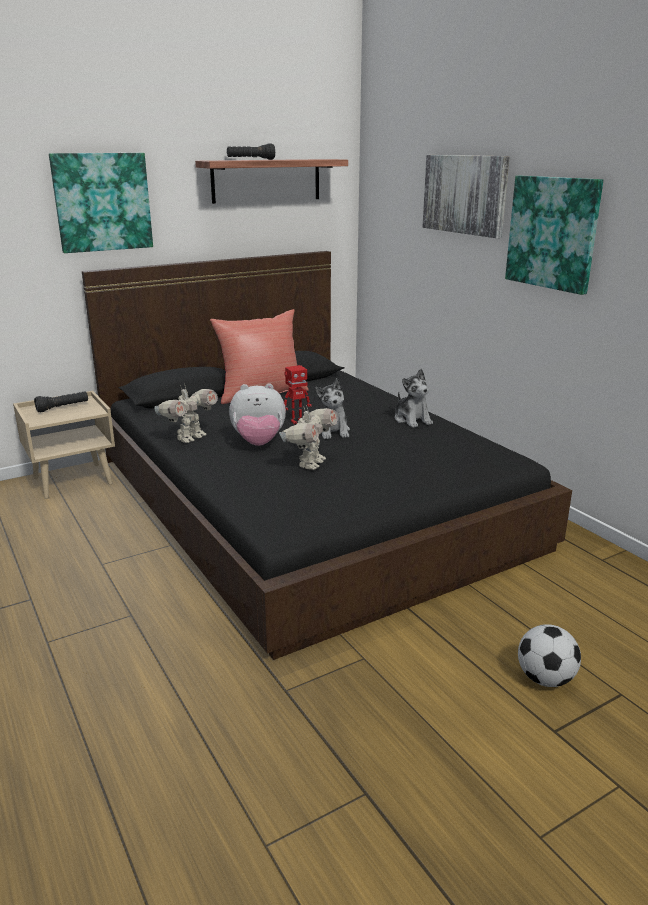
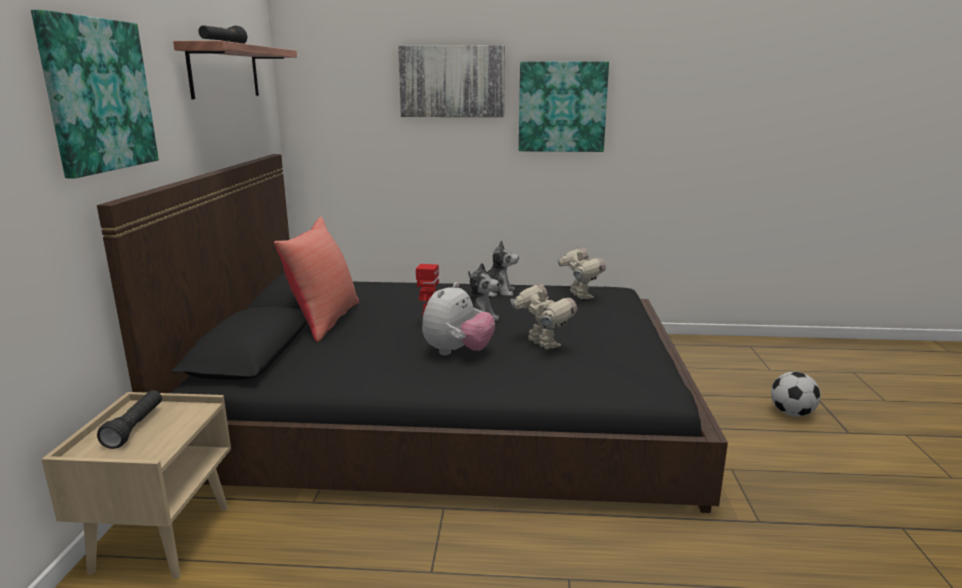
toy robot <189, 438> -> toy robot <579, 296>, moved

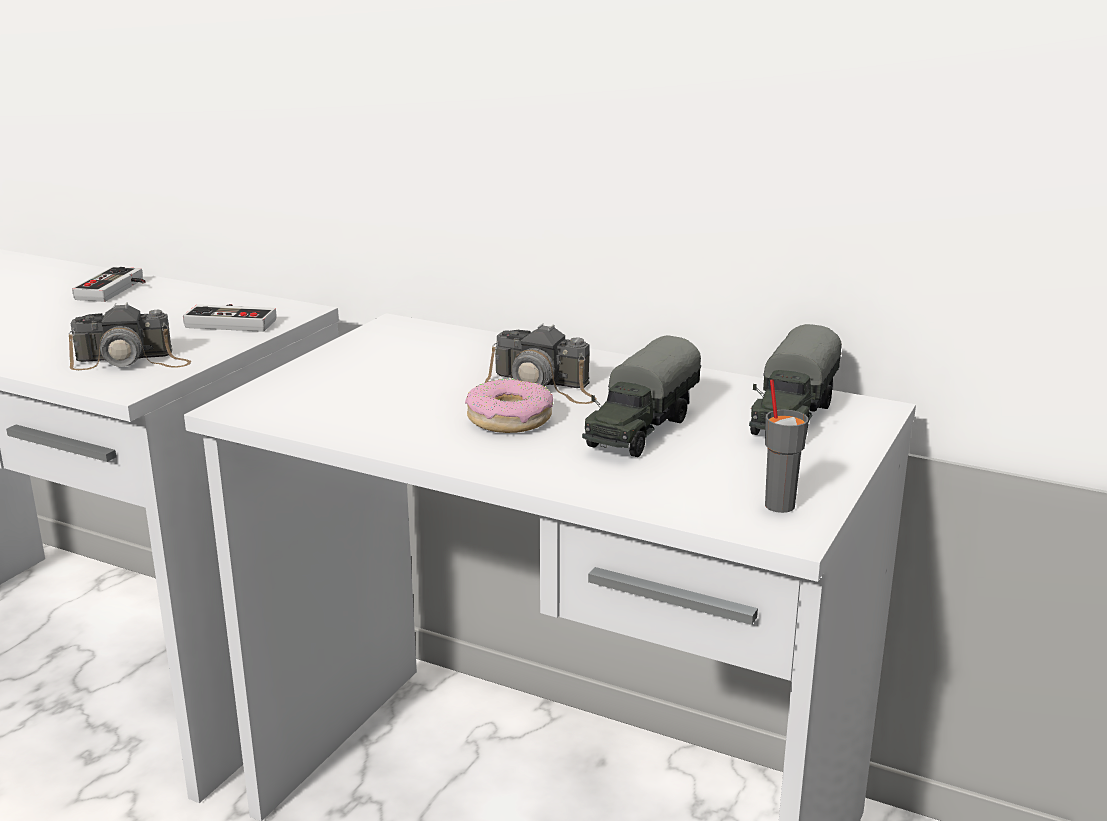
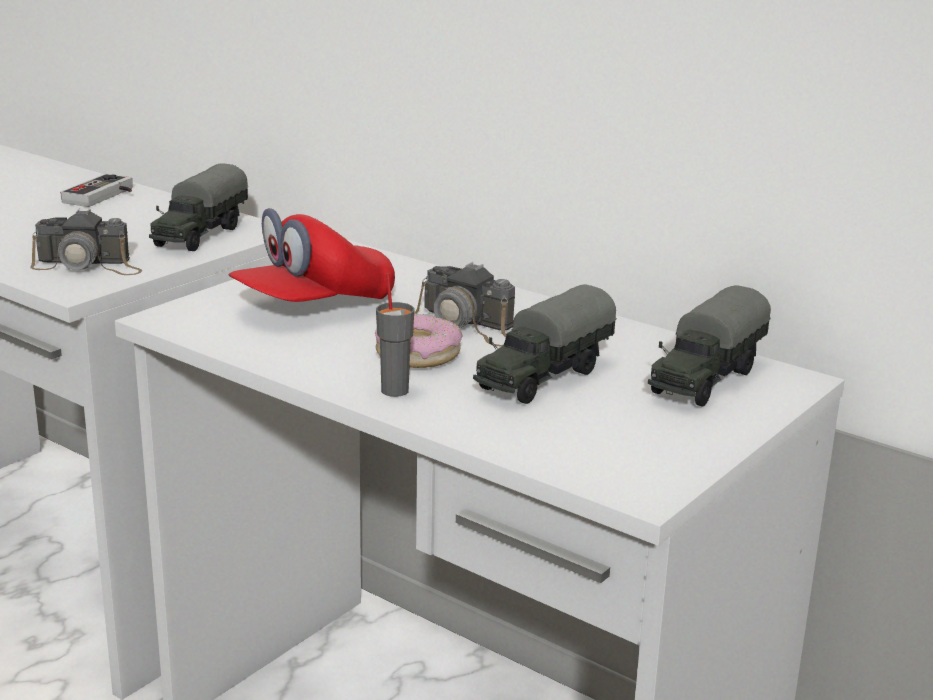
none -> red cap <314, 305>
grey cup <779, 505> -> grey cup <395, 390>, moved
game controller <234, 321> -> toy truck <199, 235>

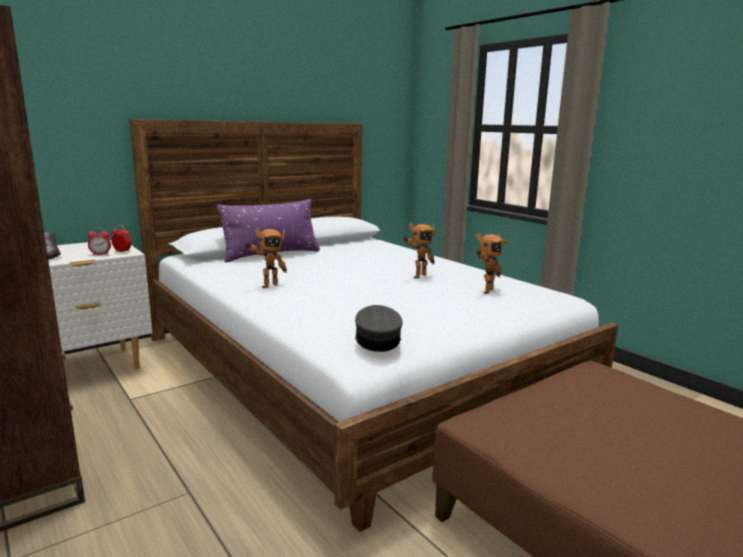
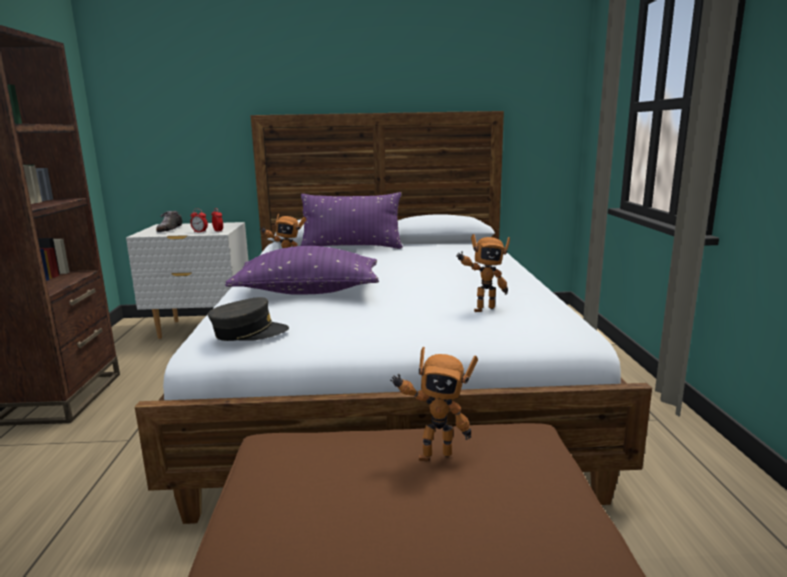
none -> purple pillow <308, 292>
toy robot <418, 276> -> toy robot <433, 454>, moved
grey cap <377, 340> -> grey cap <249, 333>, 45 degrees clockwise

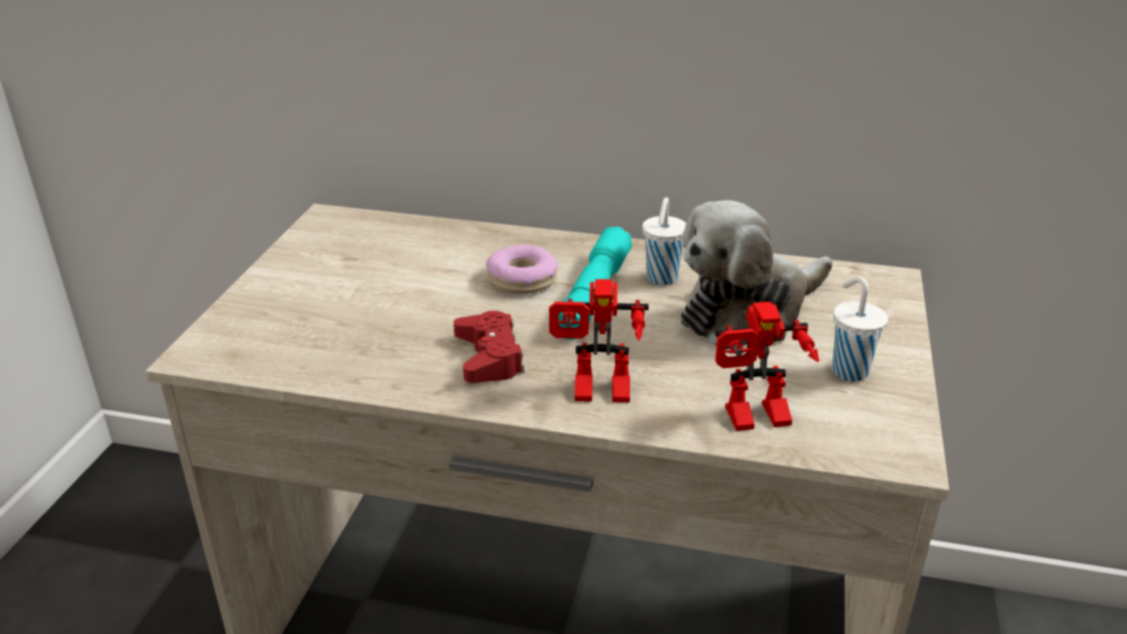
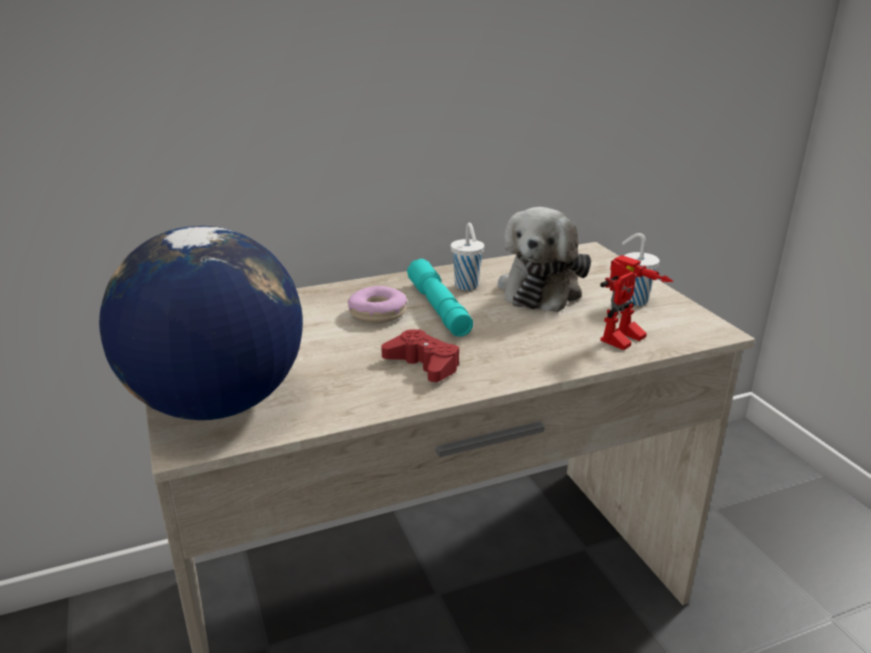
toy robot <597, 395> -> none
none -> globe <216, 404>

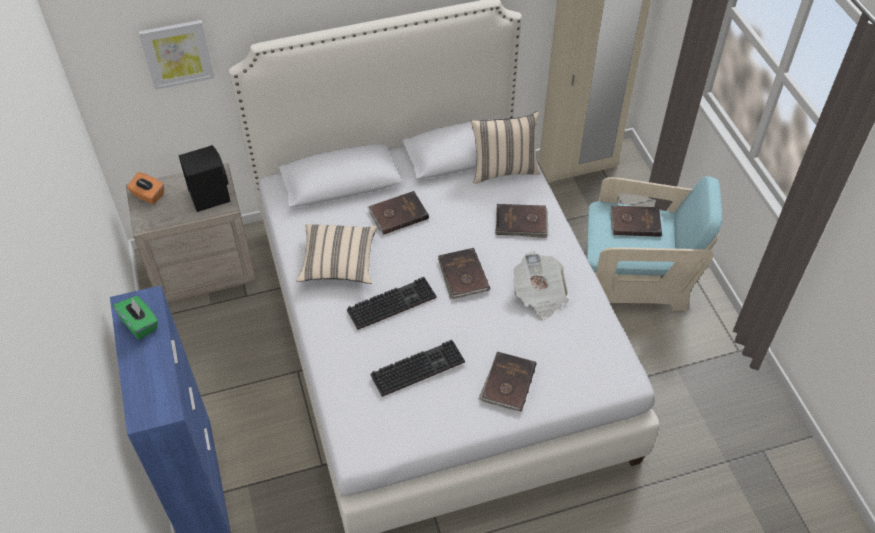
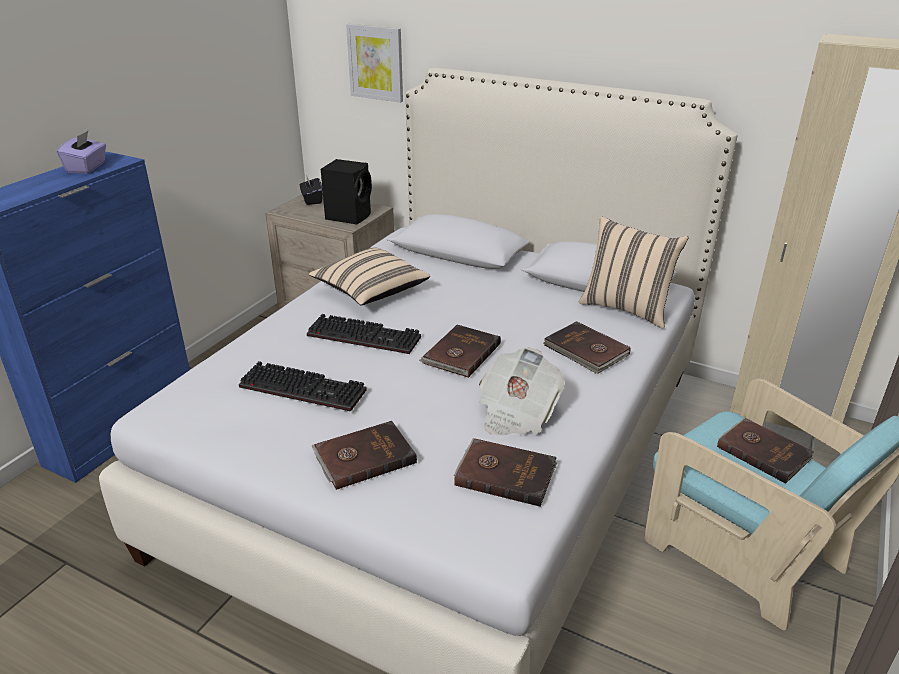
brown book <398, 214> -> brown book <505, 474>, moved
green tissue box <140, 324> -> purple tissue box <87, 168>
orange tissue box <148, 195> -> black tissue box <312, 200>

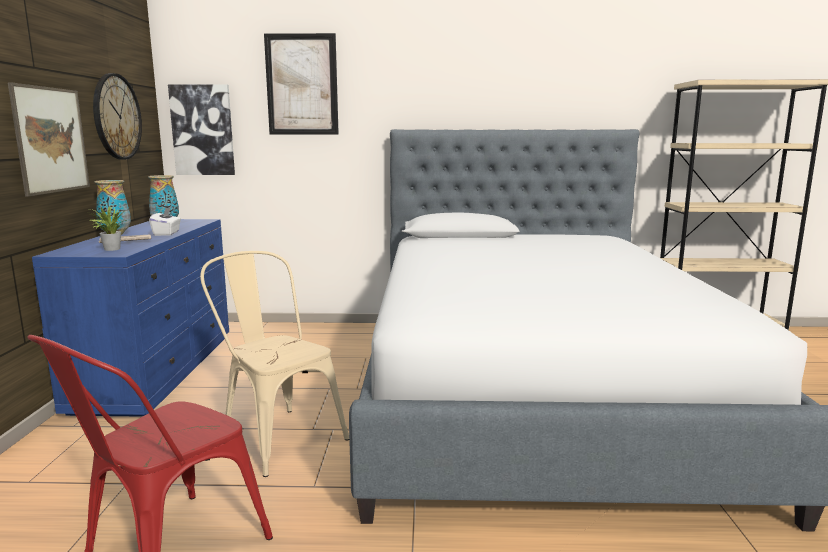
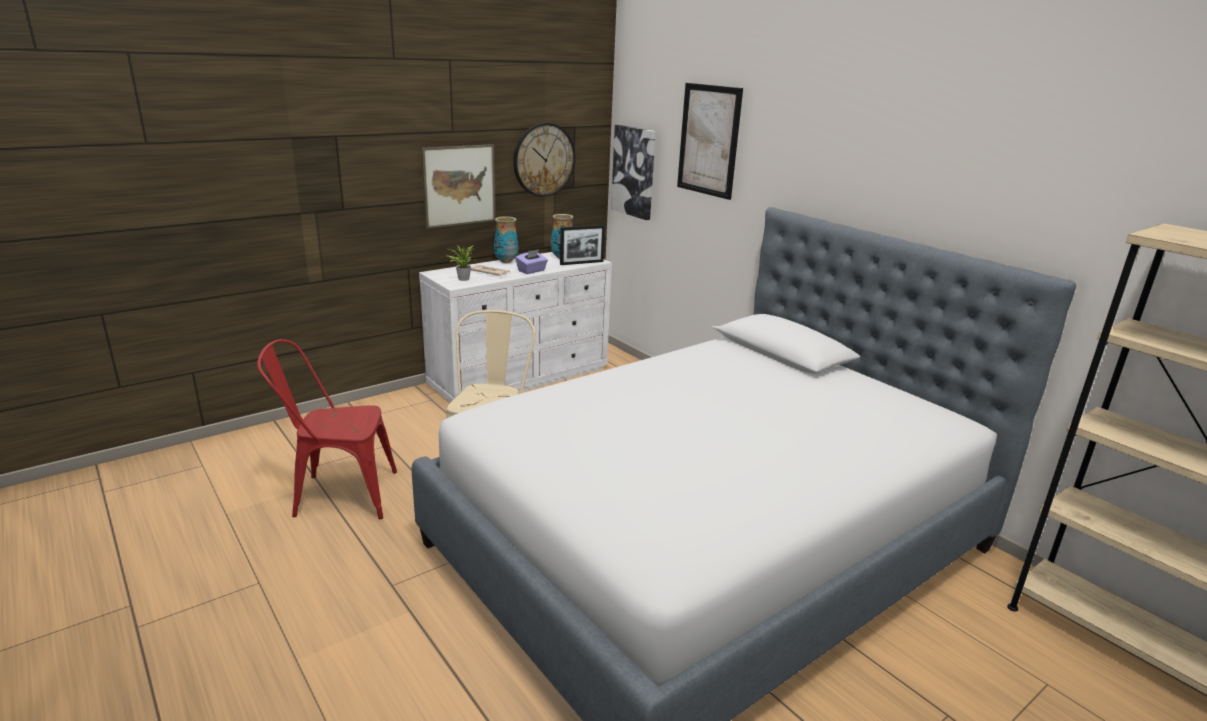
none -> picture frame <581, 263>
blue dresser <159, 370> -> white dresser <521, 376>
white tissue box <167, 233> -> purple tissue box <531, 271>

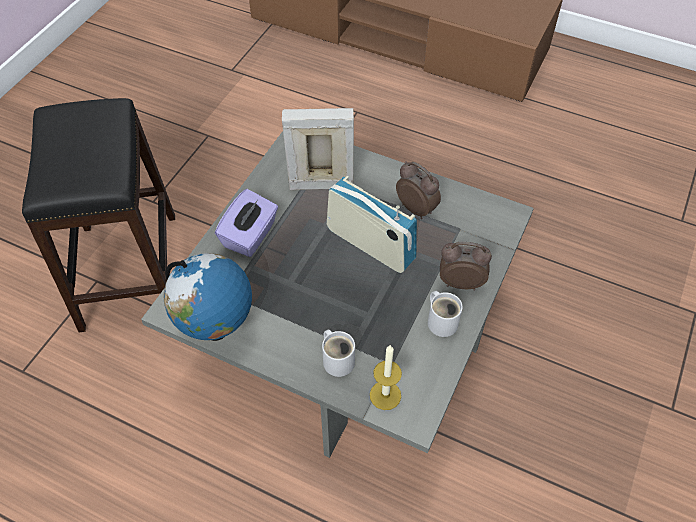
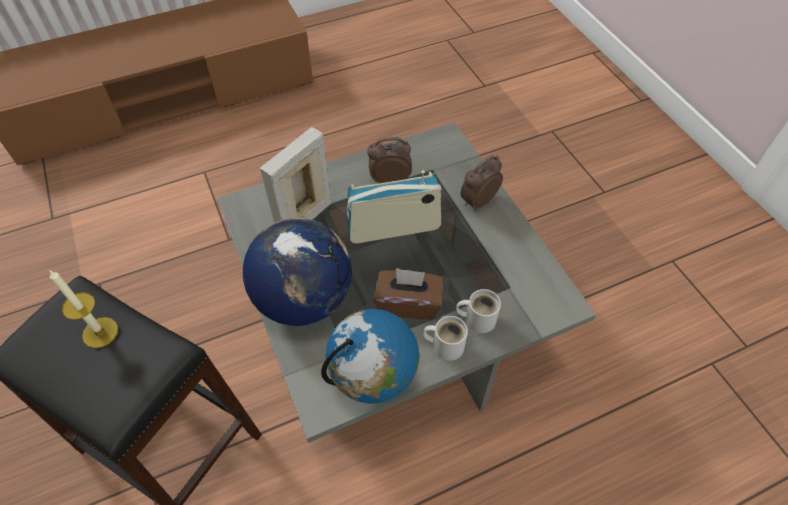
none -> brown tissue box <408, 303>
candle <385, 395> -> candle <100, 332>, moved
white mug <442, 320> -> white mug <445, 344>, moved
purple tissue box <250, 236> -> globe <304, 299>

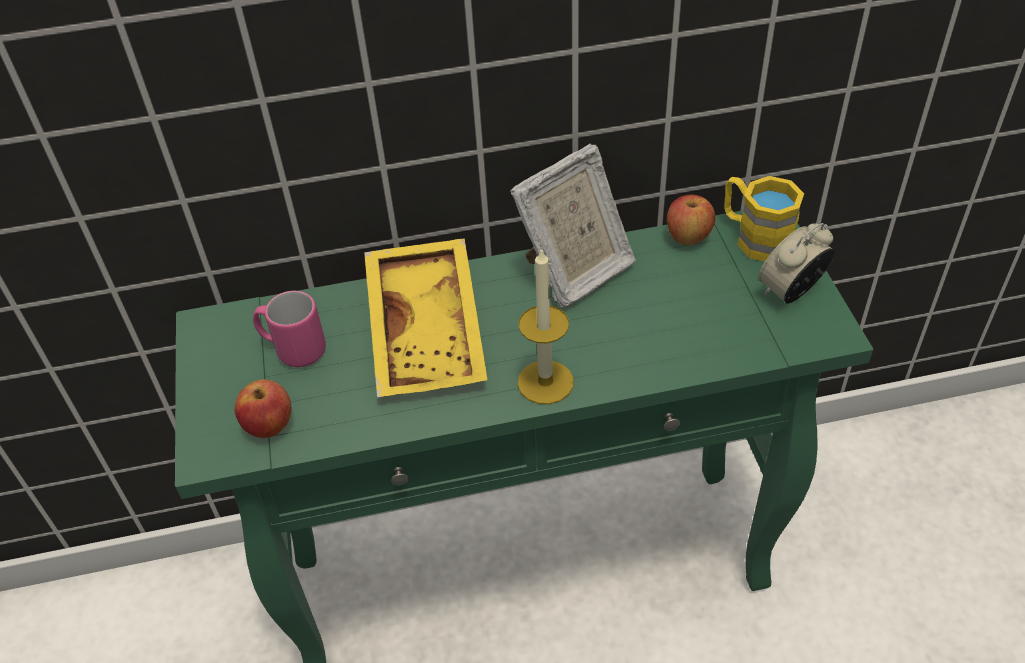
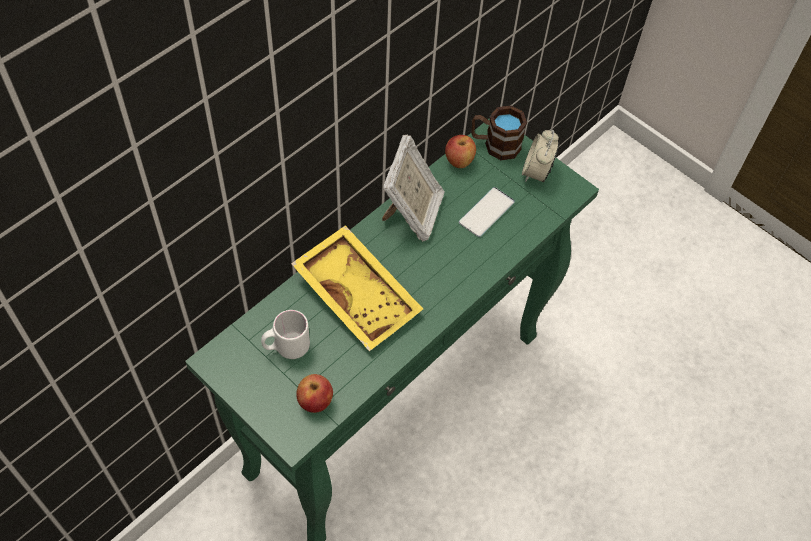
candle <545, 382> -> none
none -> phone <486, 212>
pink mug <293, 349> -> white mug <286, 347>
yellow mug <755, 237> -> brown mug <495, 144>

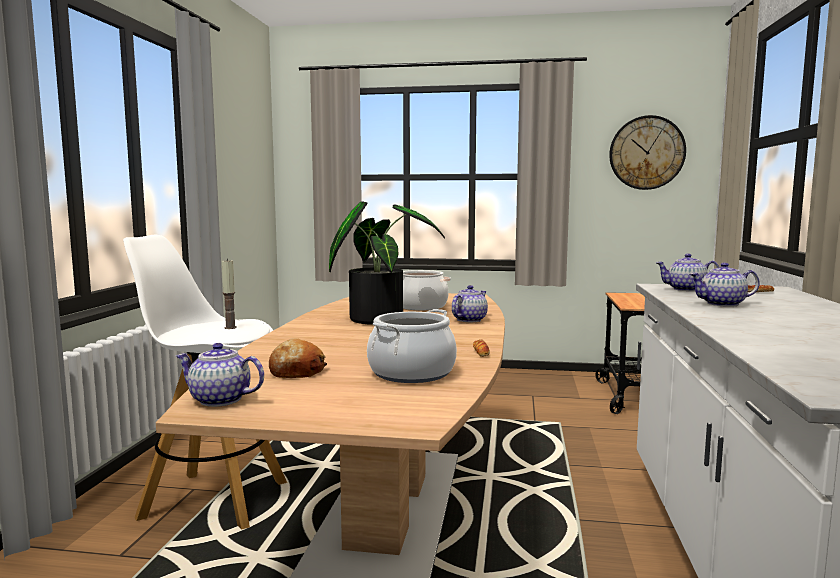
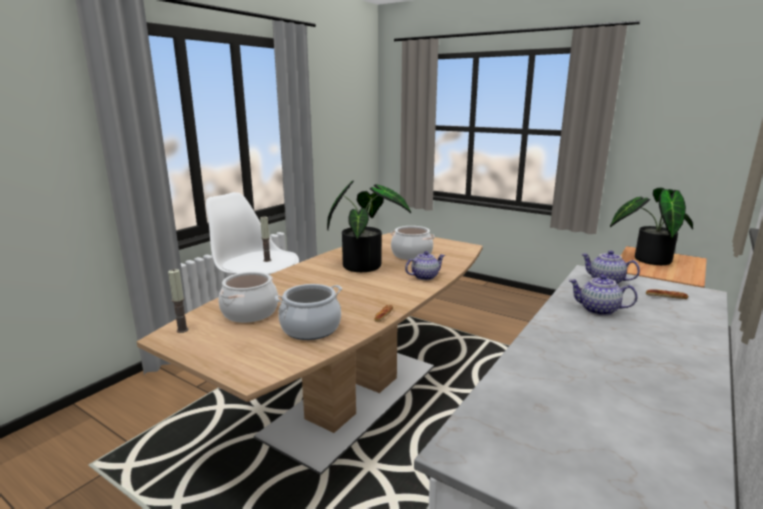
wall clock <646, 153> -> none
none -> potted plant <648, 259>
teapot <219, 400> -> candle <182, 330>
bread <297, 371> -> cooking pot <250, 312>

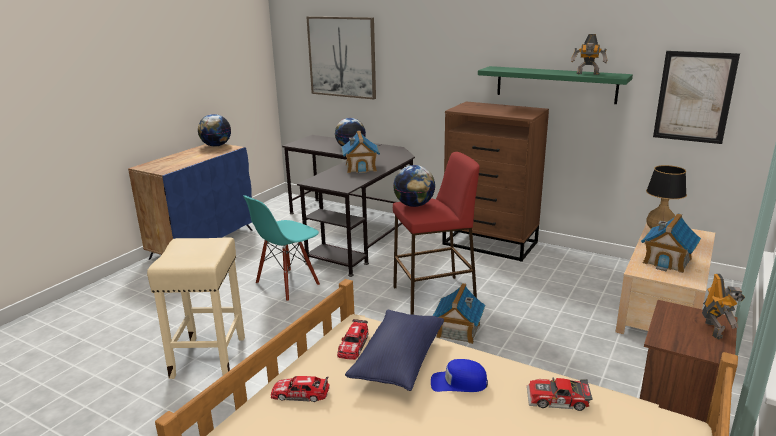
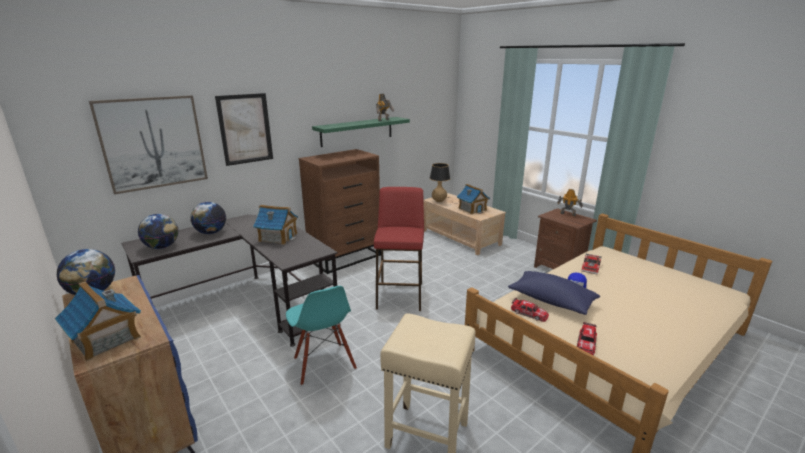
globe <414, 205> -> globe <162, 247>, moved
toy house <458, 331> -> toy house <106, 339>, moved
picture <694, 97> -> picture <245, 129>, moved

